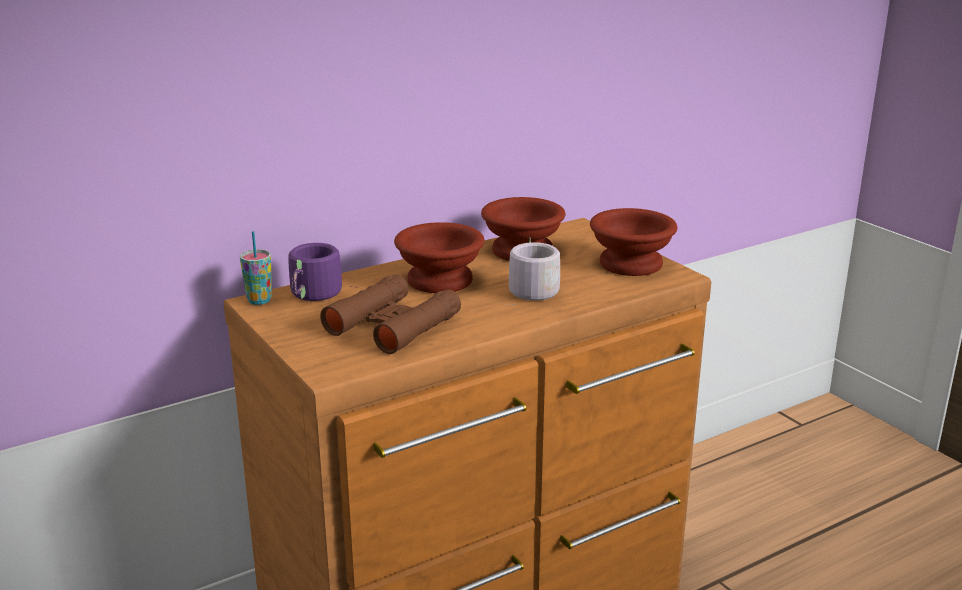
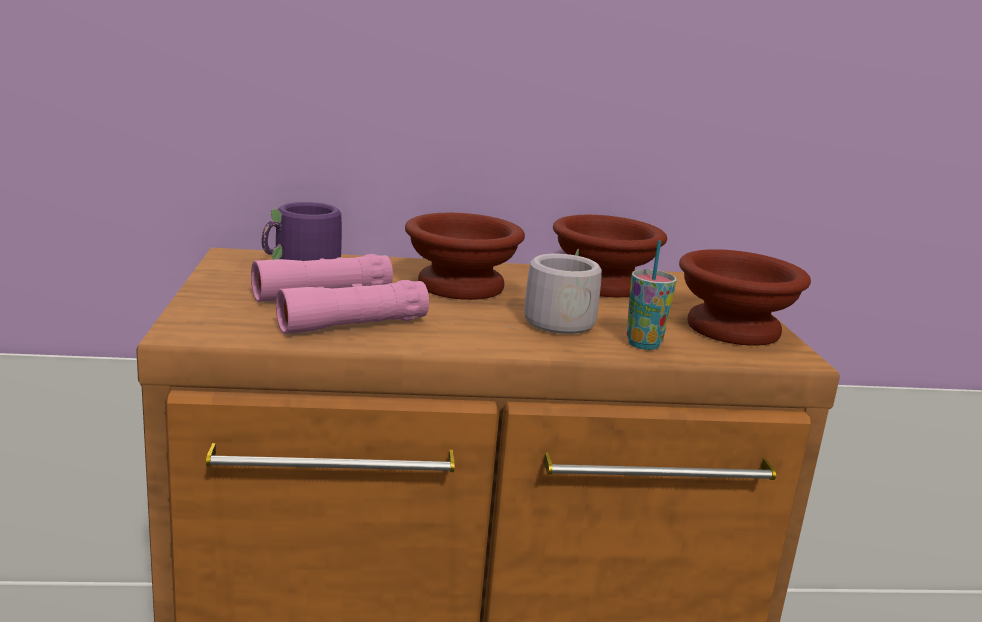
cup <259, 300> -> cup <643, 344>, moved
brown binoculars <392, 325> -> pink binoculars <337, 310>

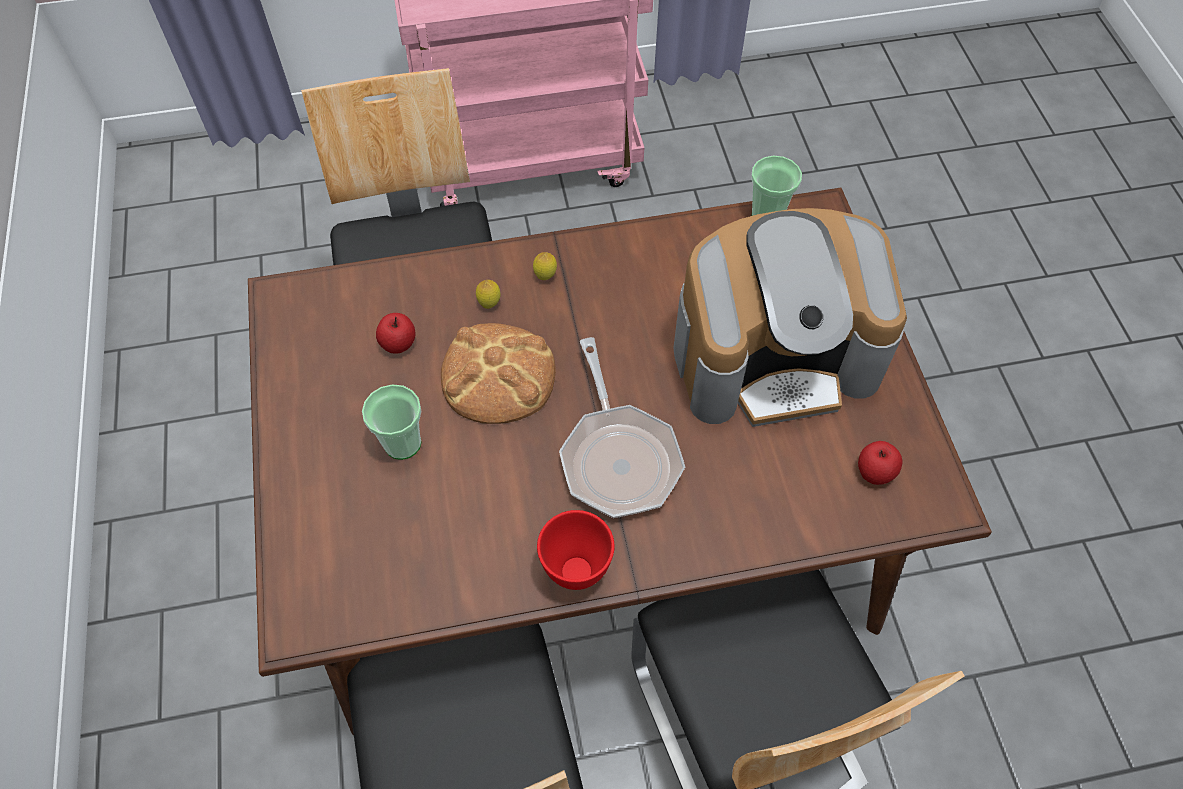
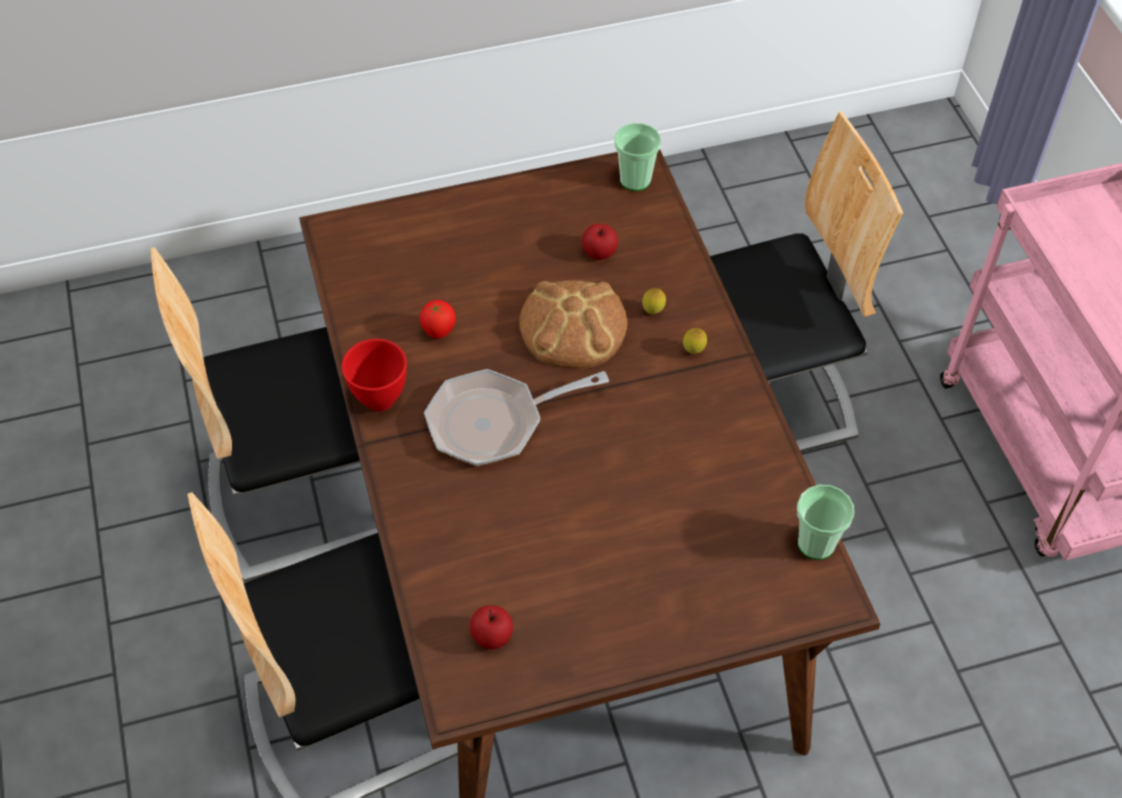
coffee machine <774, 356> -> none
none -> tomato <438, 332>
cup <402, 443> -> cup <635, 180>, moved

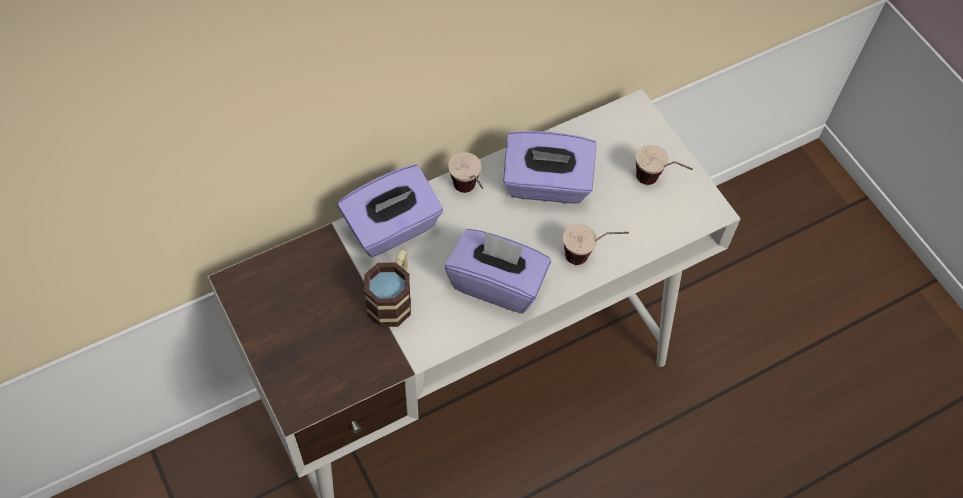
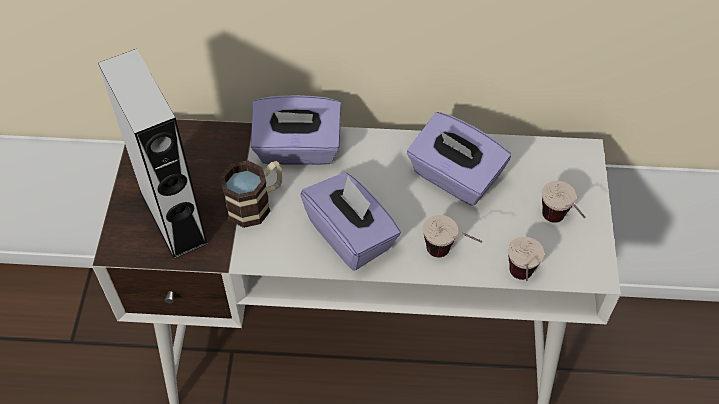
none -> grey speaker <173, 217>
cup <469, 194> -> cup <520, 282>, moved

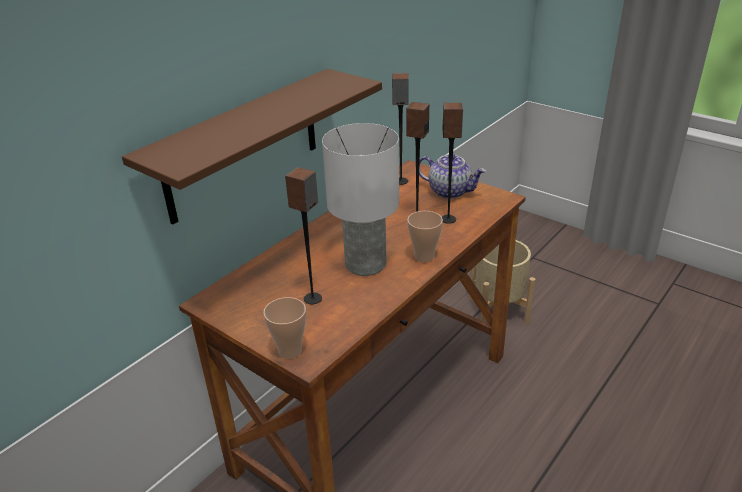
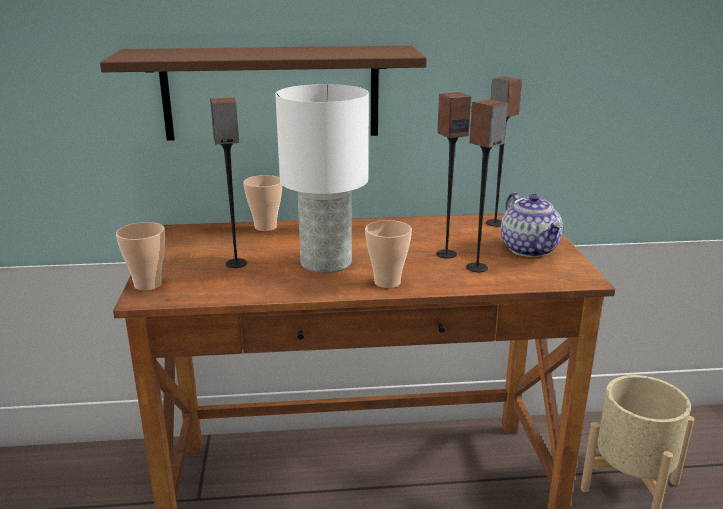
none -> cup <265, 227>

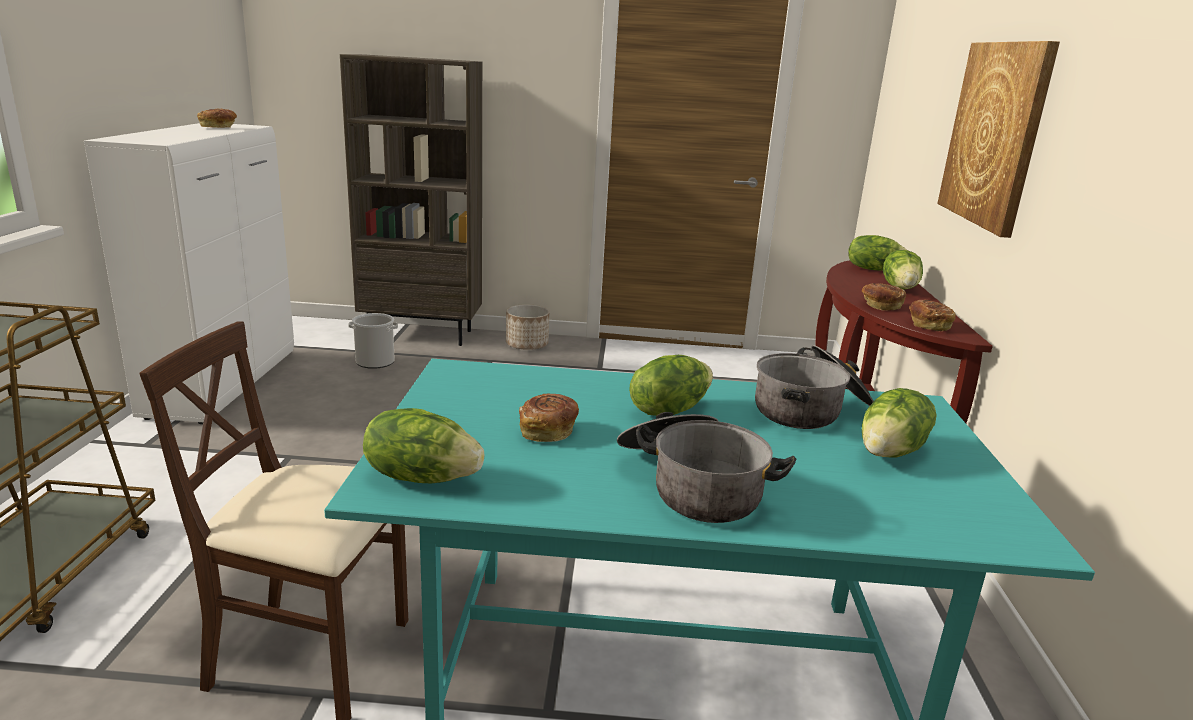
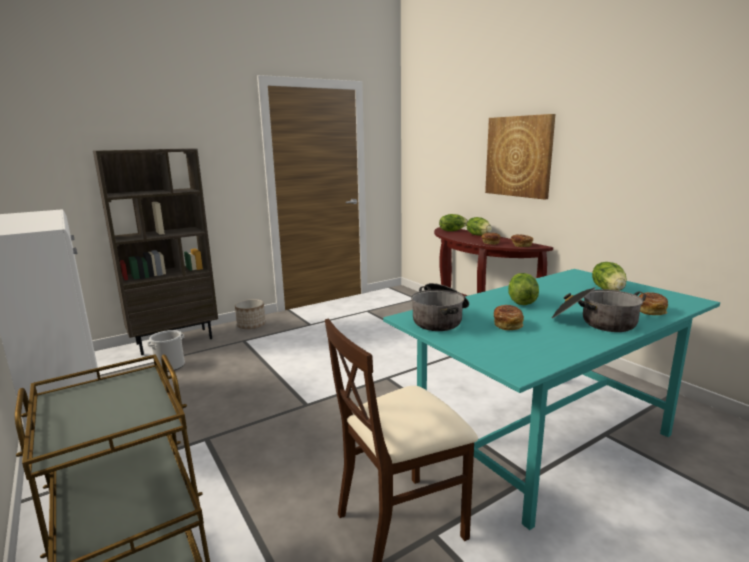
lettuce <421, 477> -> none
bread <219, 127> -> bread <651, 311>, moved
cooking pot <811, 410> -> cooking pot <440, 319>, moved

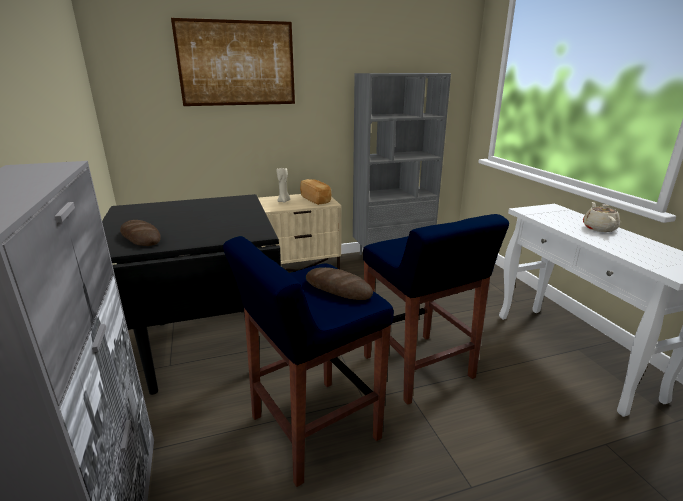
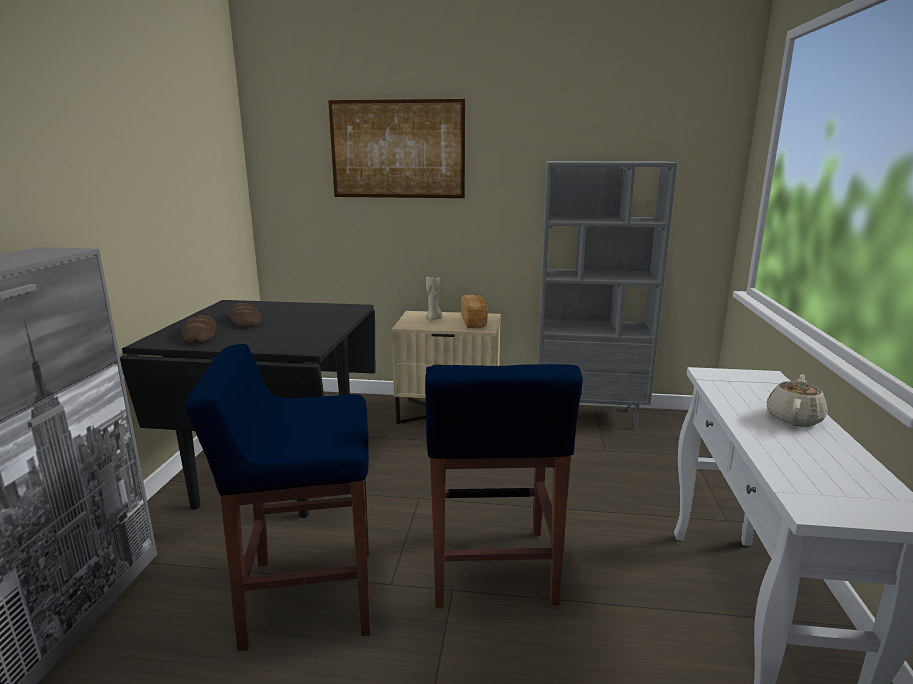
bread <338, 288> -> bread <244, 320>, moved

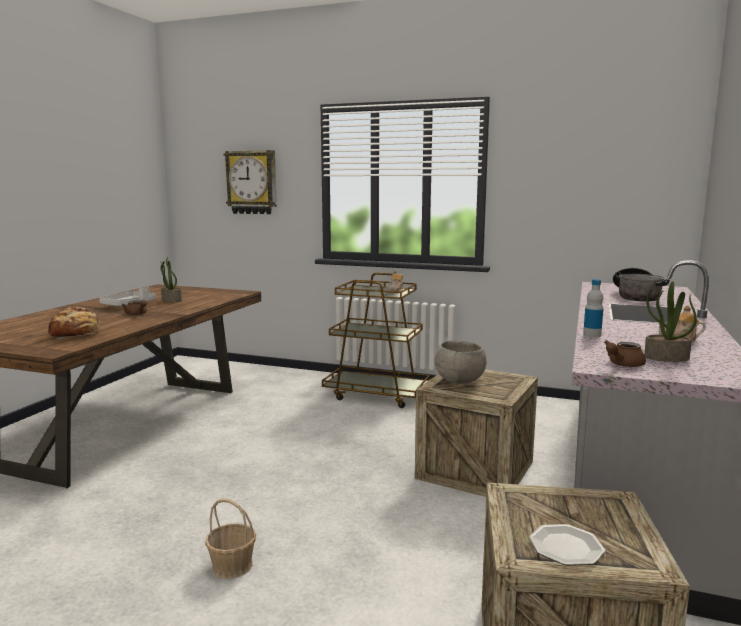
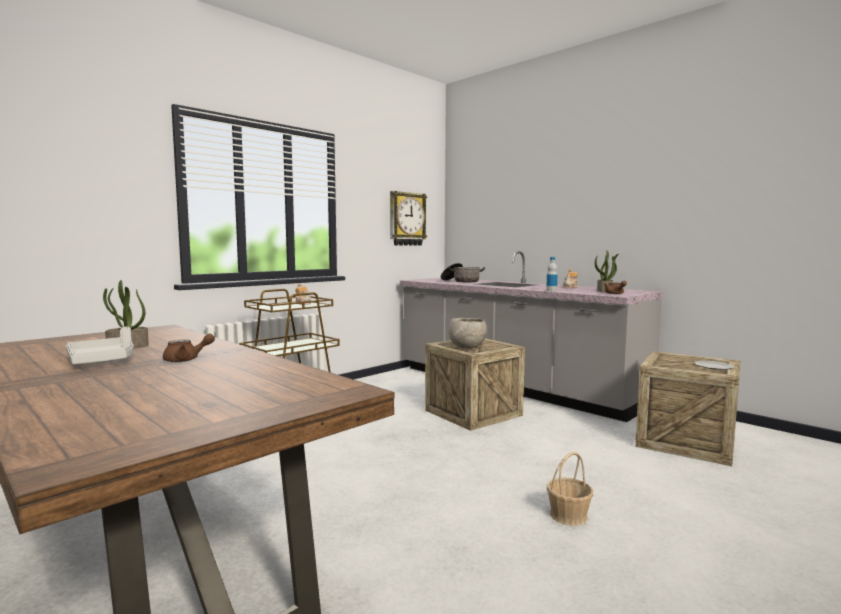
bread <75, 334> -> none
wall clock <252, 182> -> wall clock <407, 219>, moved

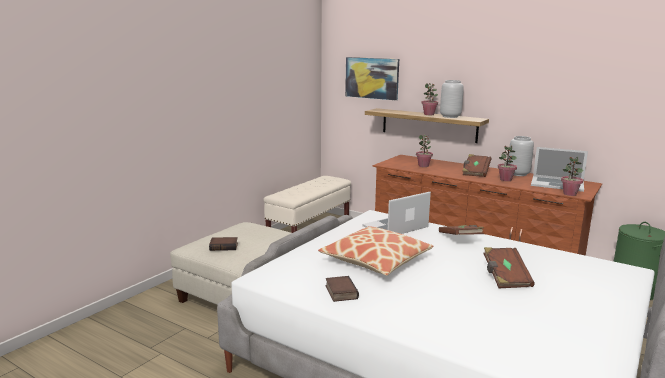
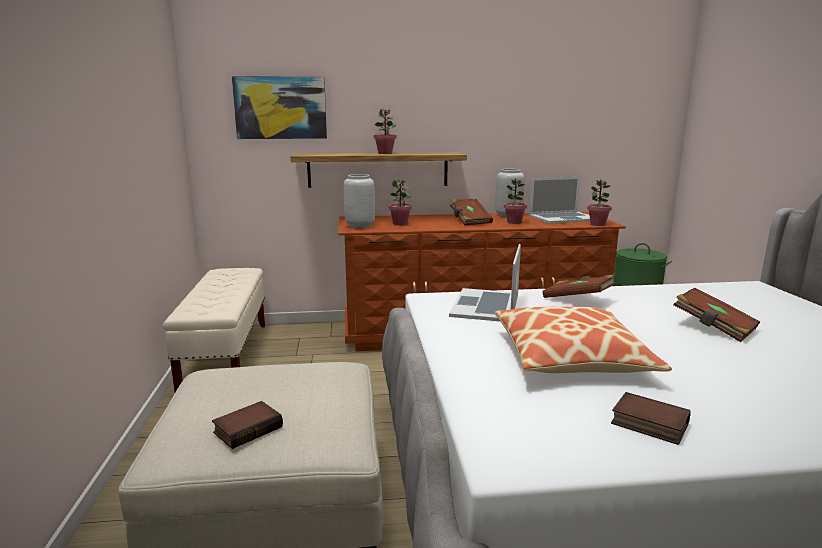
grey vase <450, 116> -> grey vase <360, 226>, moved

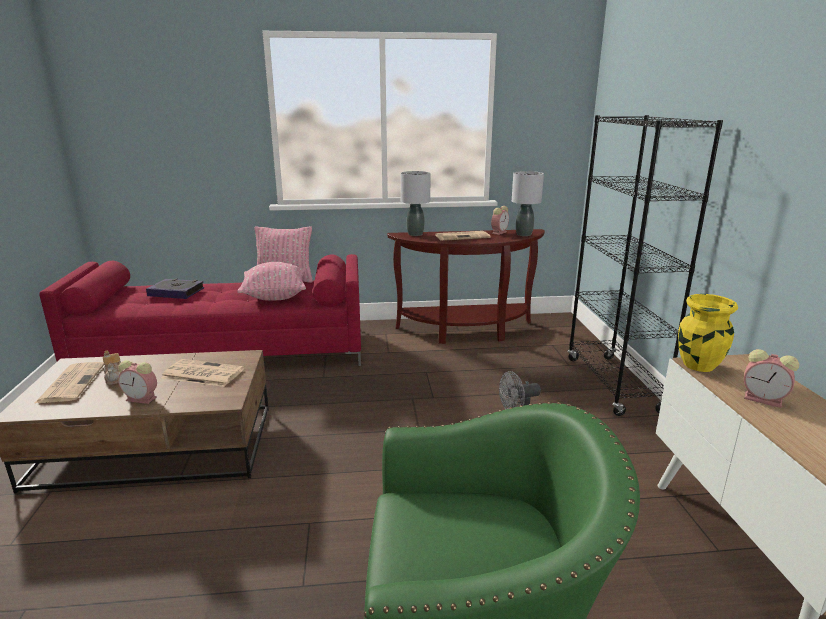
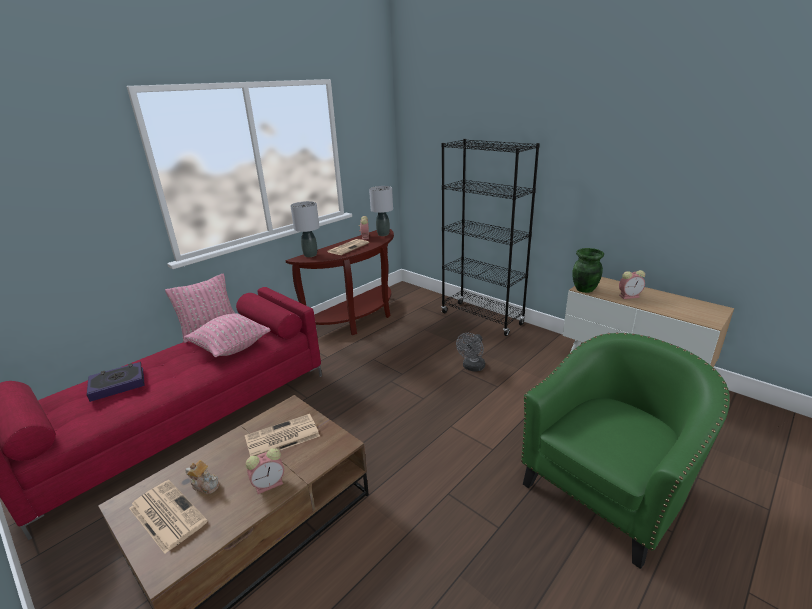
yellow vase <698, 365> -> green vase <584, 289>

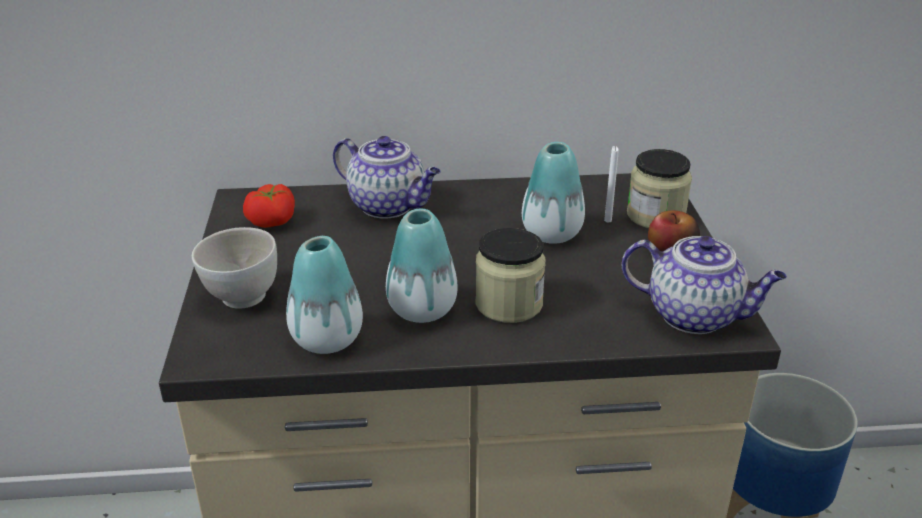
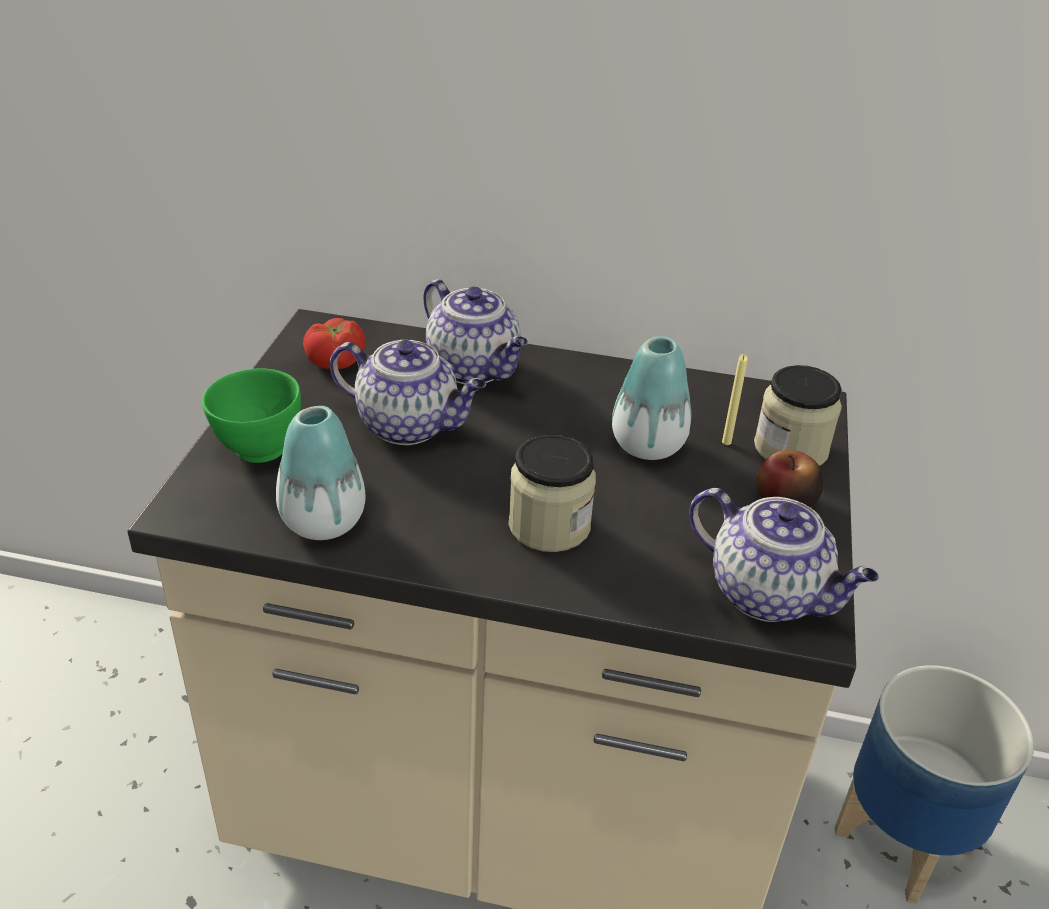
vase <422, 310> -> none
none -> teapot <410, 425>
white bowl <241, 298> -> green bowl <258, 449>
white candle <608, 220> -> yellow candle <726, 442>

